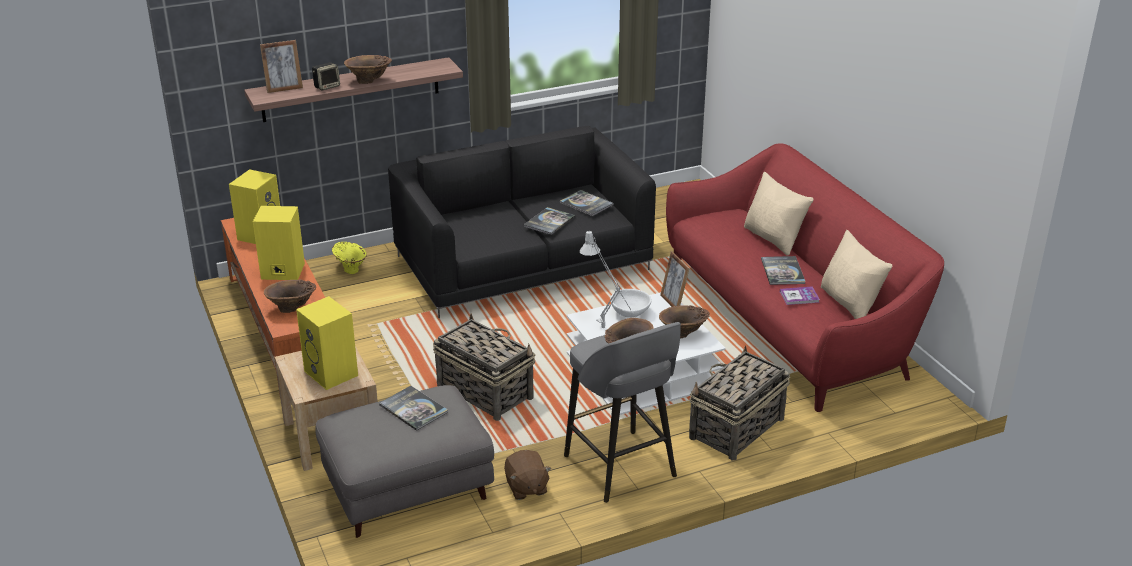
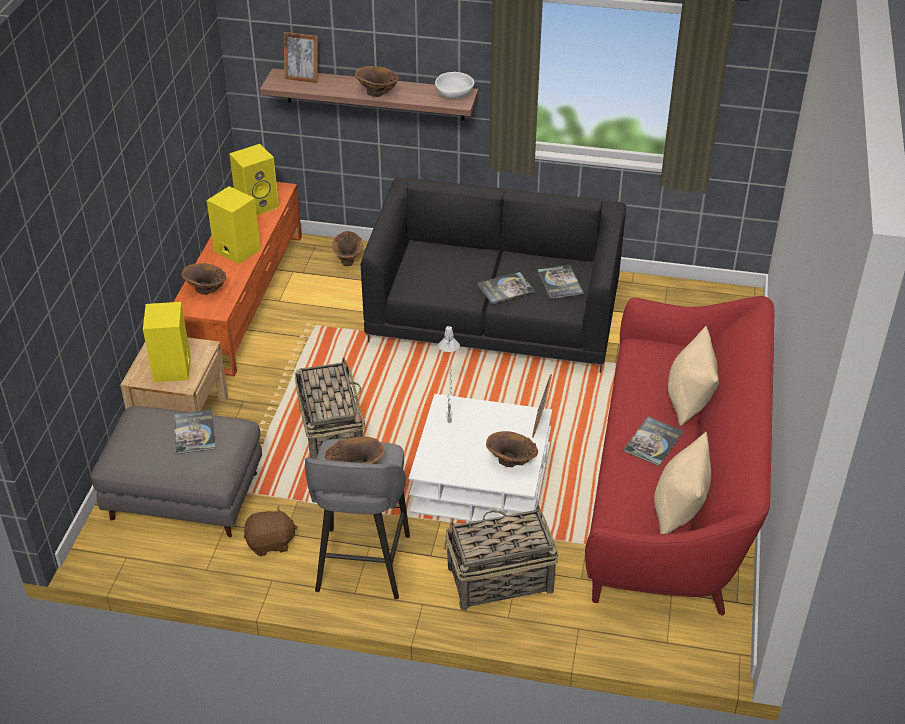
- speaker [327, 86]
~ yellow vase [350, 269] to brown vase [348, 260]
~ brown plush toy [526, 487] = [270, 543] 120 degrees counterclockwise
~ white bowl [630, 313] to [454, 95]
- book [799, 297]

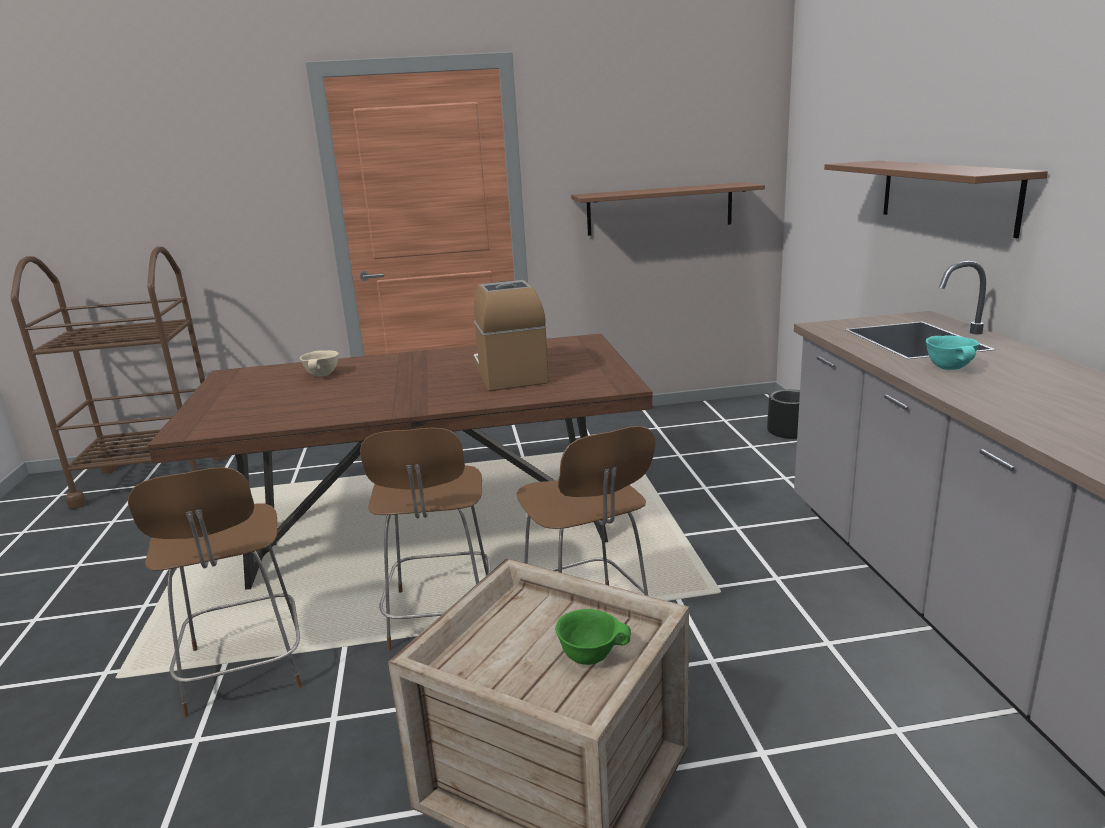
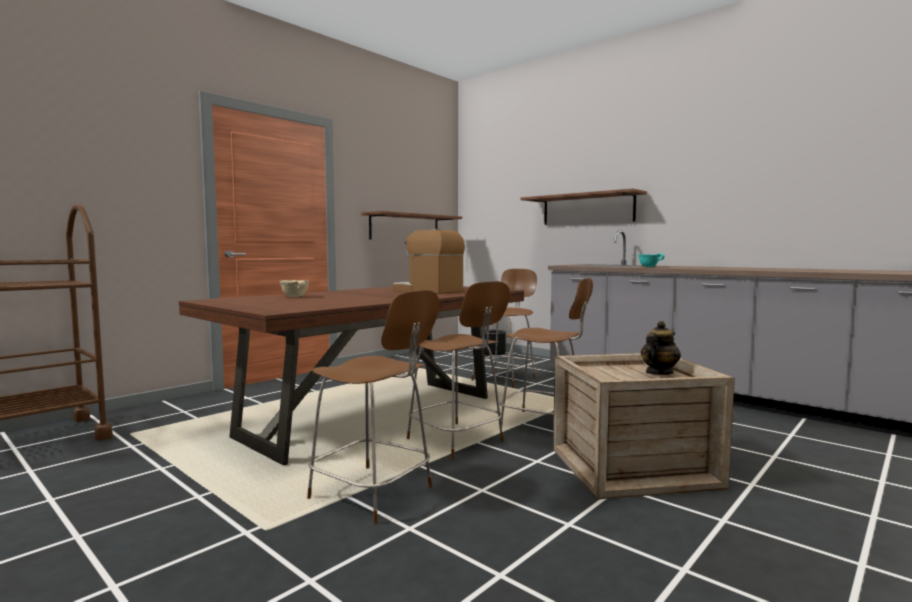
~ green bowl [590, 656] to teapot [658, 373]
+ brown stool [505, 379]

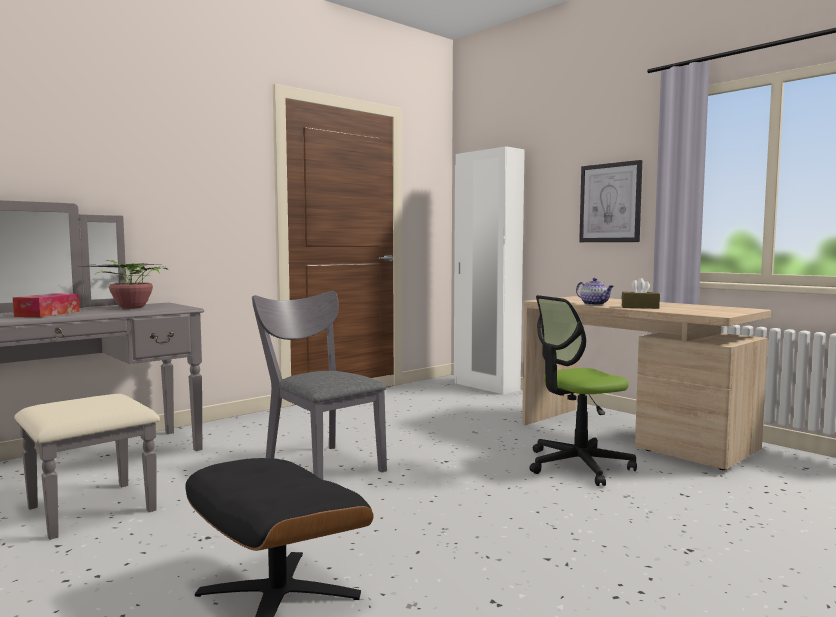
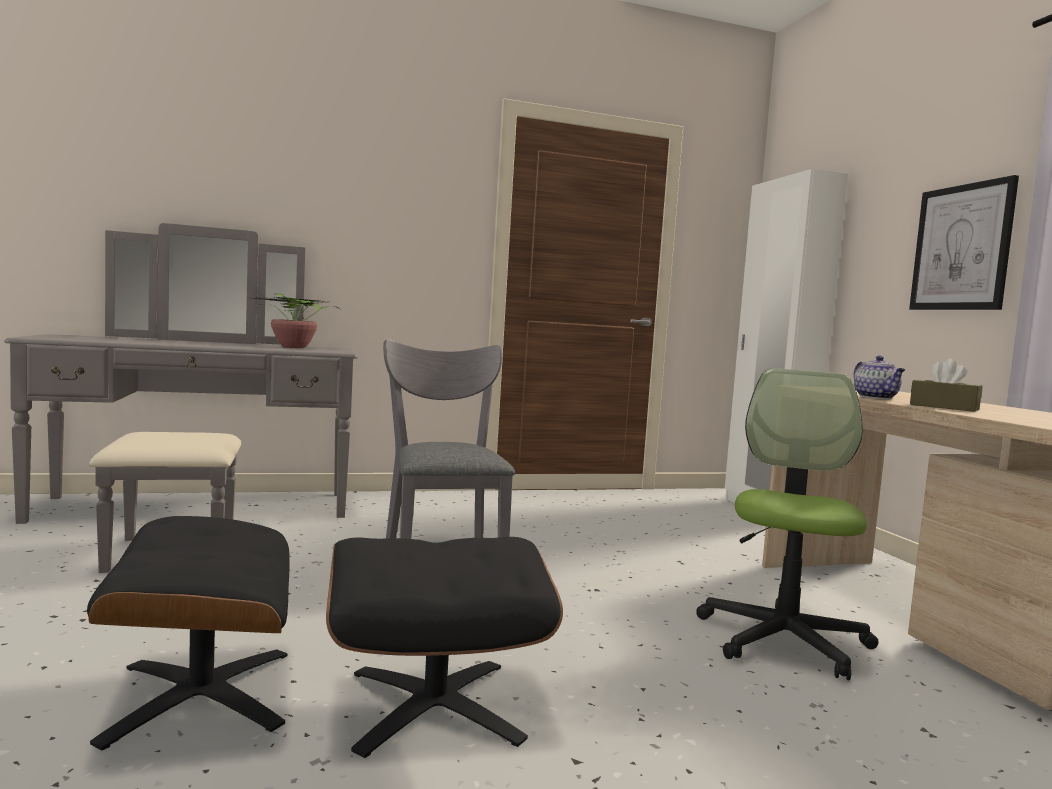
- tissue box [48, 314]
~ office chair [578, 465] = [784, 640] 105 degrees clockwise
+ black ottoman [435, 704]

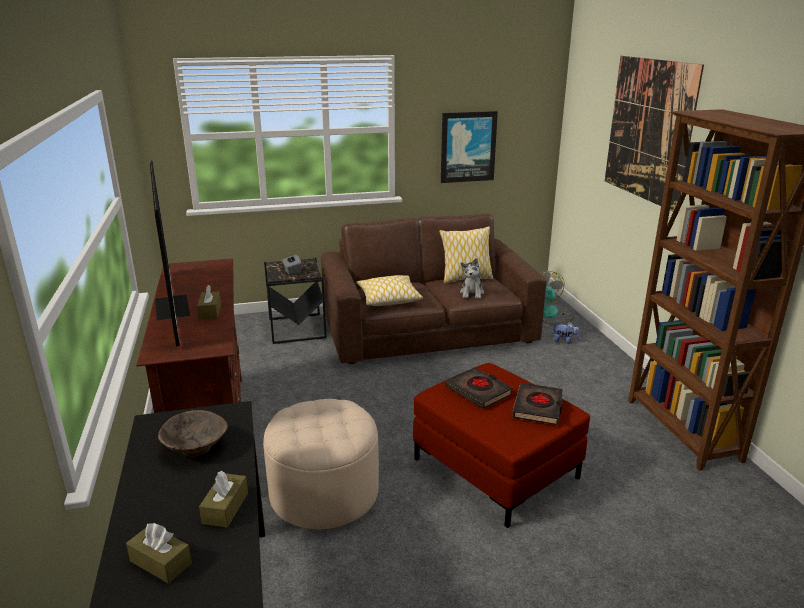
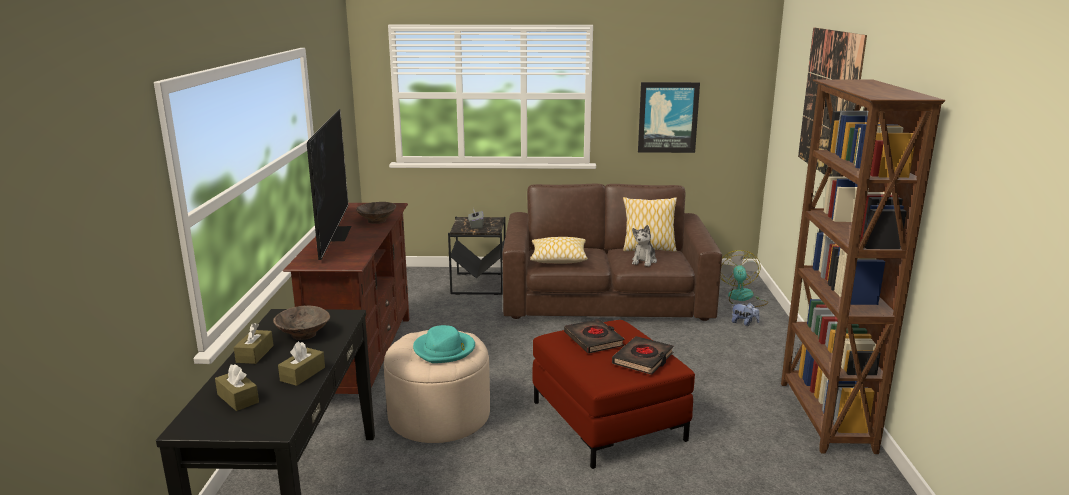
~ brown tissue box [210, 311] to [255, 354]
+ brown bowl [377, 221]
+ turquoise hat [444, 349]

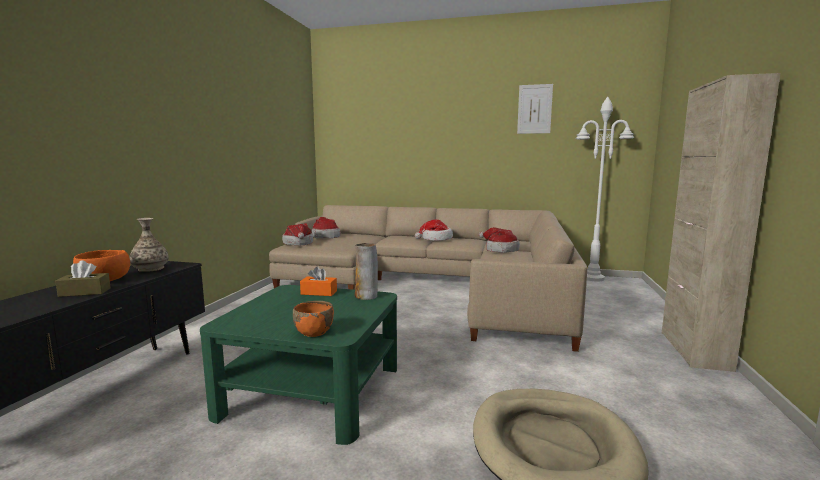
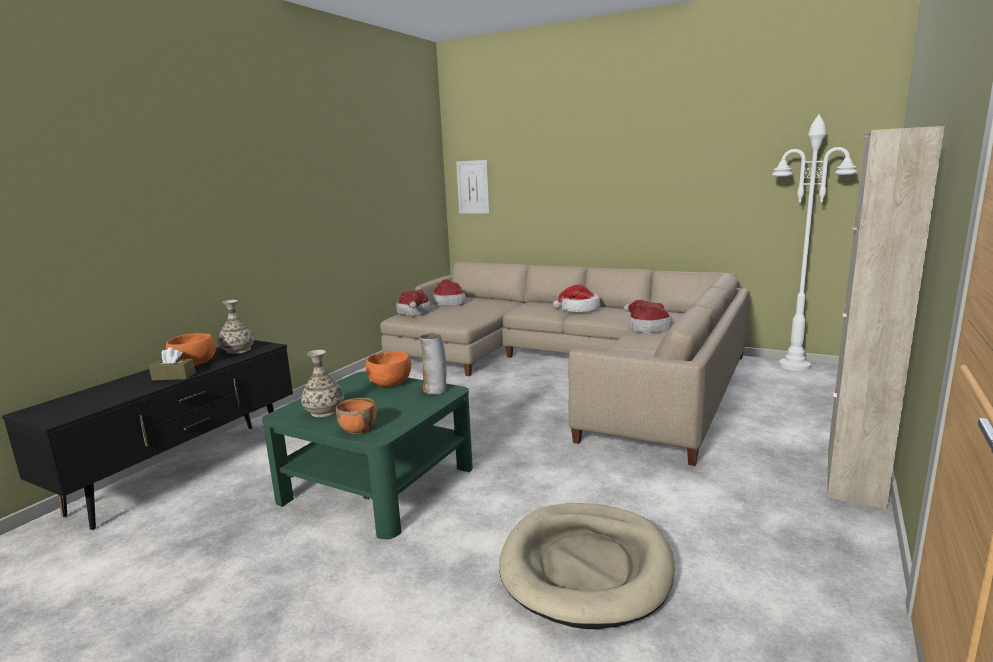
~ orange tissue box [319, 292] to orange bowl [390, 383]
~ picture [534, 109] to [473, 187]
+ vase [324, 411]

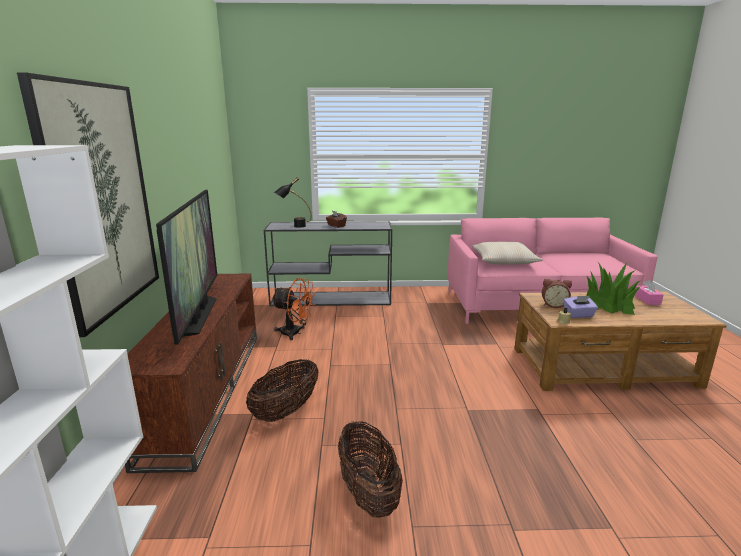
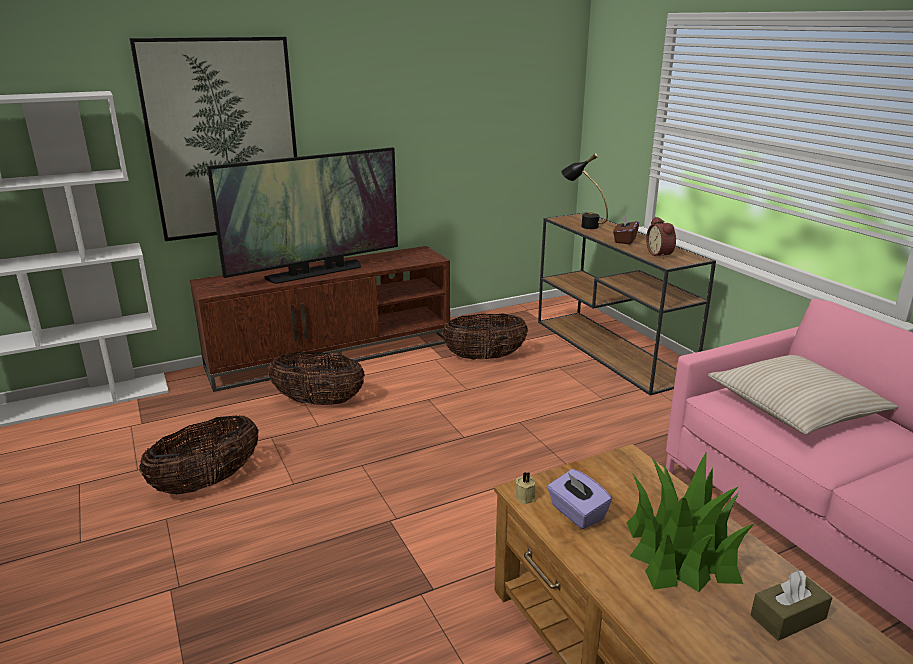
~ grey console table [332, 298] to brown console table [611, 350]
~ orange fan [295, 333] to basket [484, 357]
~ alarm clock [553, 305] to [661, 254]
~ pink tissue box [647, 300] to brown tissue box [788, 617]

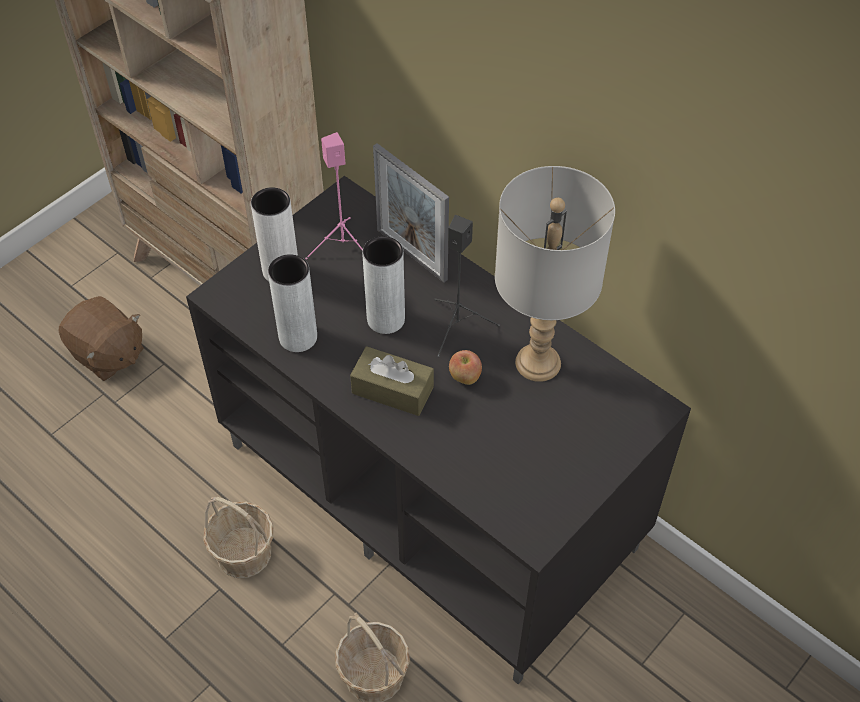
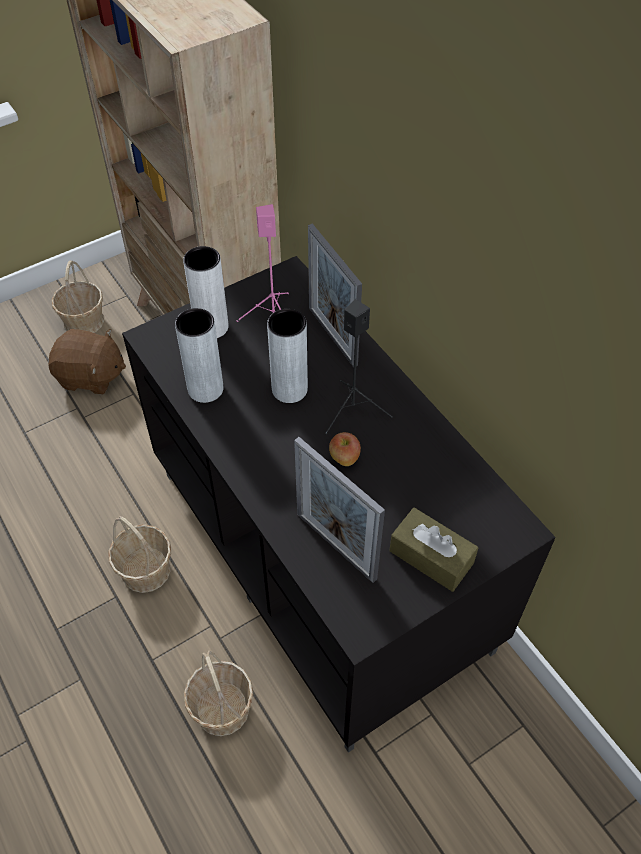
~ brown plush toy [107, 354] = [91, 376] 45 degrees counterclockwise
~ brown tissue box [392, 390] to [431, 557]
- grey table lamp [538, 363]
+ basket [83, 321]
+ picture frame [336, 546]

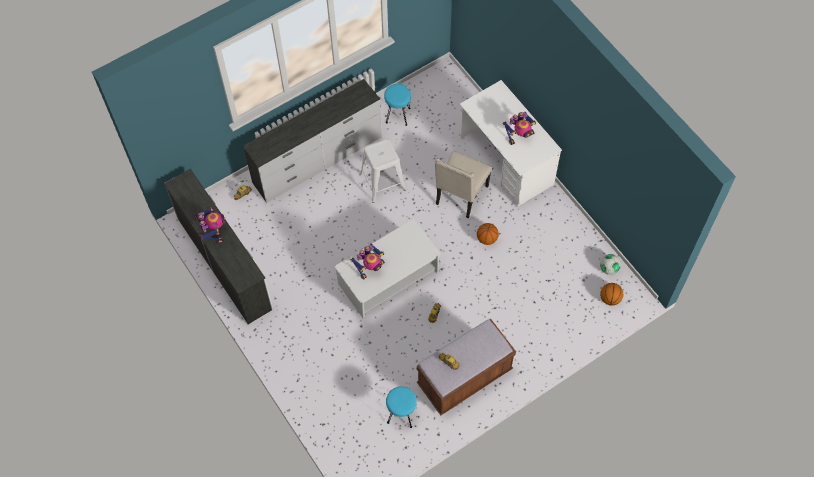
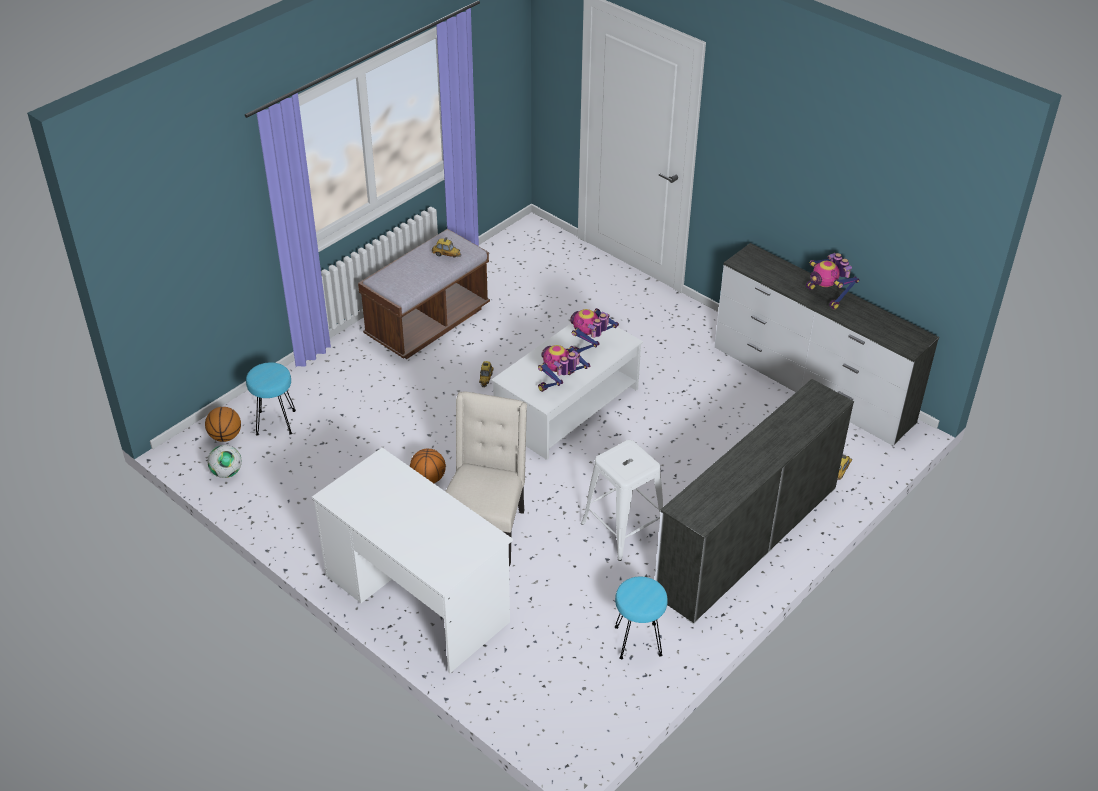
~ turquoise stool [401, 414] to [276, 422]
~ toy robot [519, 135] to [560, 384]

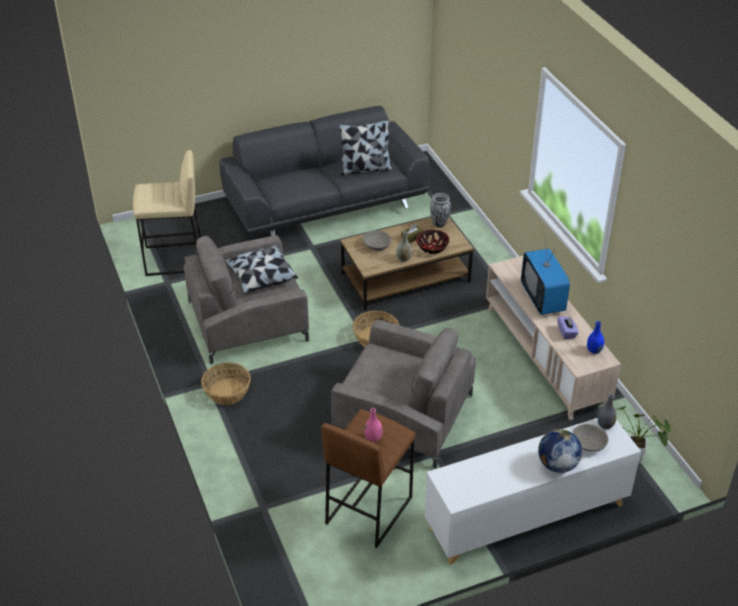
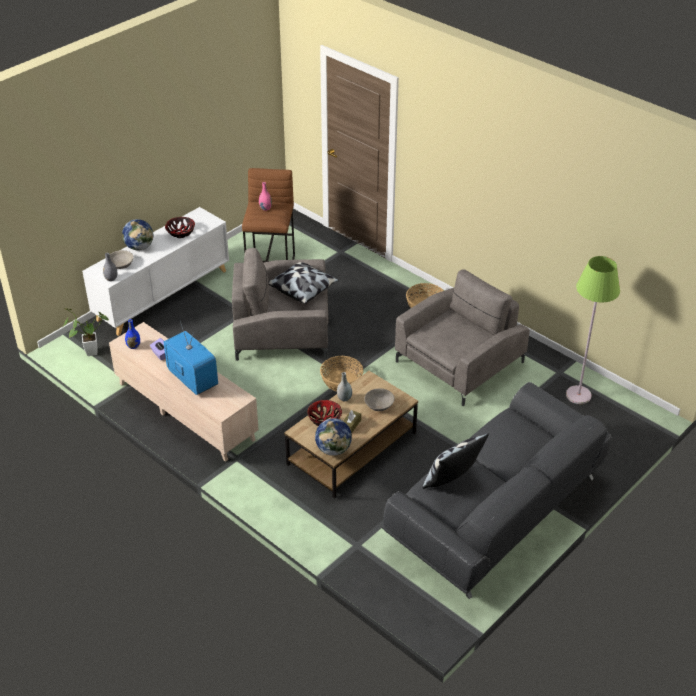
~ beige stool [174, 259] to green floor lamp [578, 395]
~ pillow [261, 277] to [303, 289]
~ vase [439, 224] to globe [333, 449]
+ bowl [181, 233]

